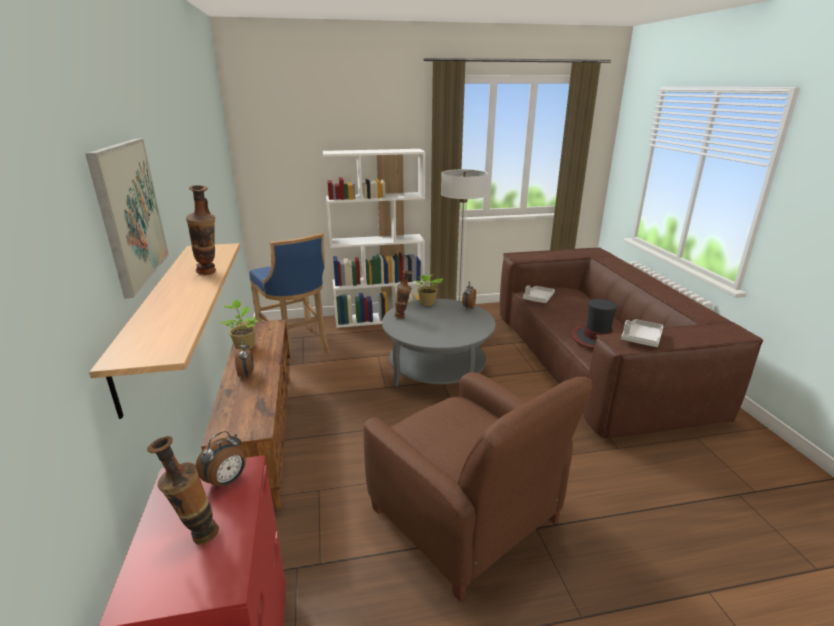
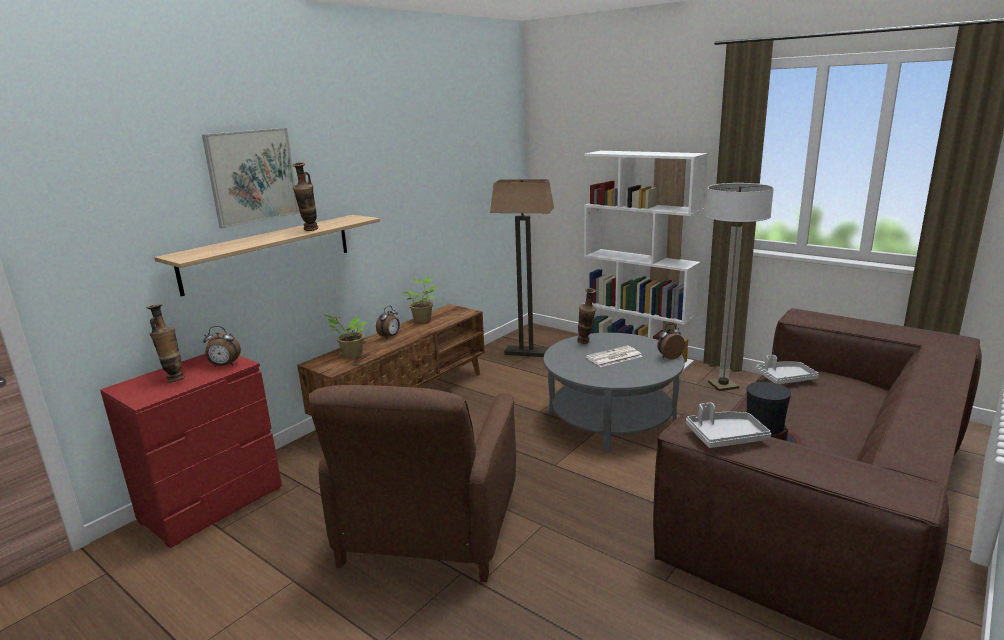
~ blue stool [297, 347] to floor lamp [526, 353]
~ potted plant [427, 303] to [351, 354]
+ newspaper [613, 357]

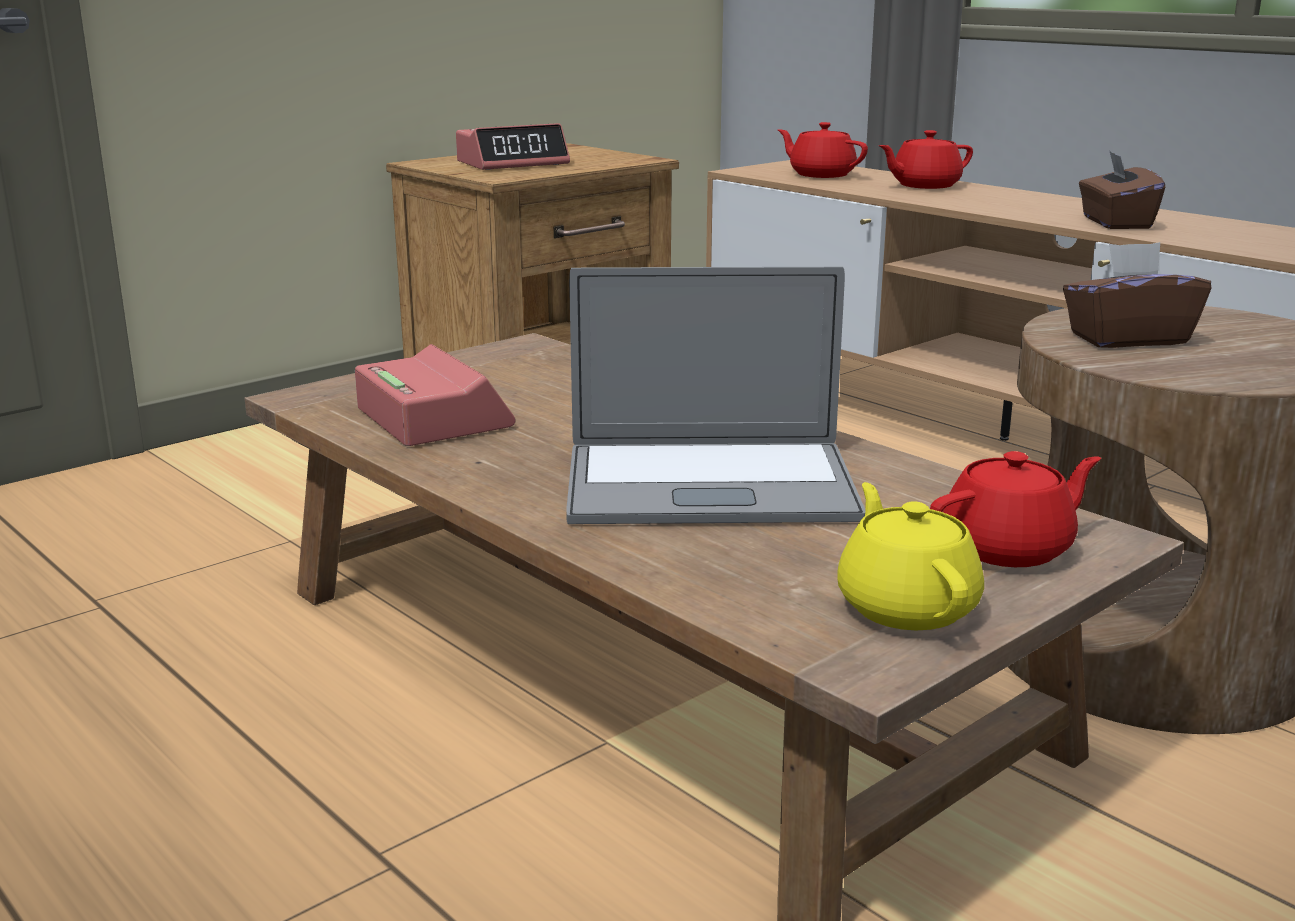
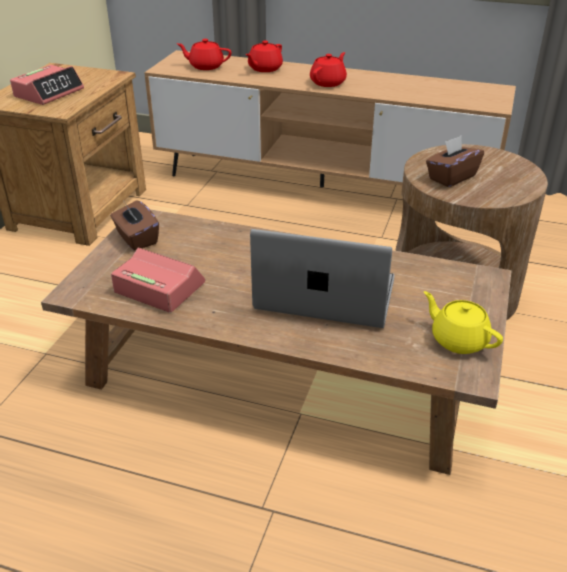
~ laptop [709, 485] = [325, 294] 135 degrees counterclockwise
~ red teapot [1009, 549] to [328, 82]
~ brown tissue box [1115, 223] to [136, 238]

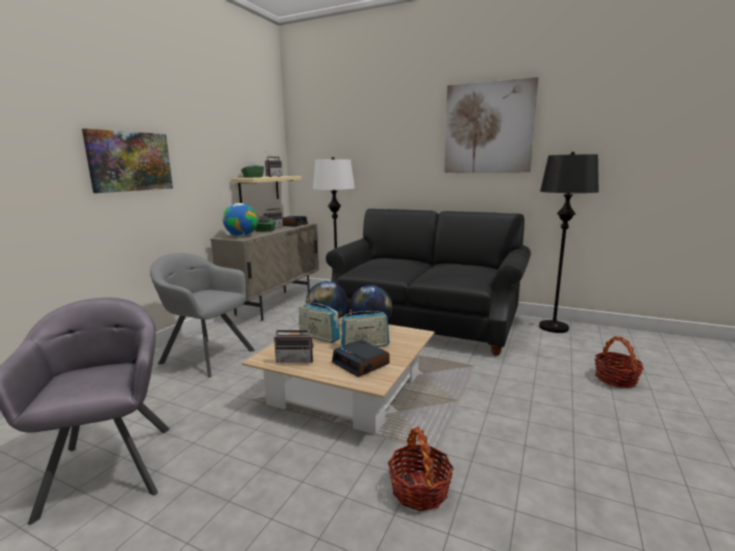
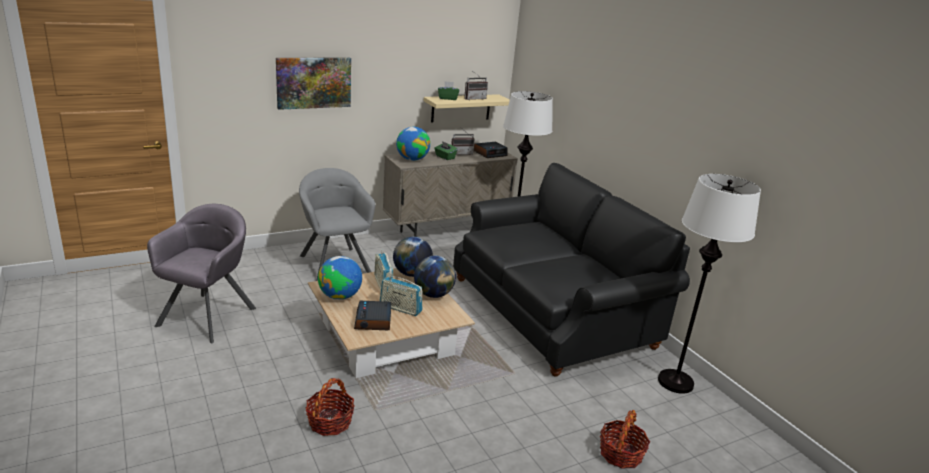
~ radio [296, 359] to globe [340, 296]
- picture [488, 128]
~ black floor lamp [554, 327] to white floor lamp [676, 382]

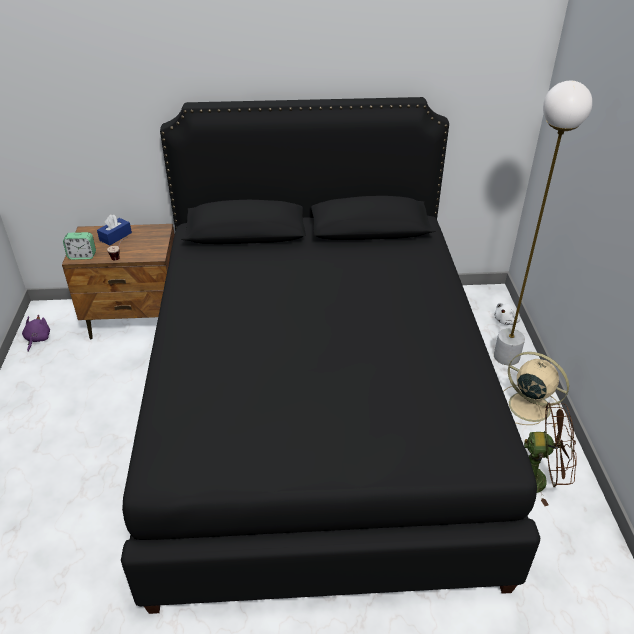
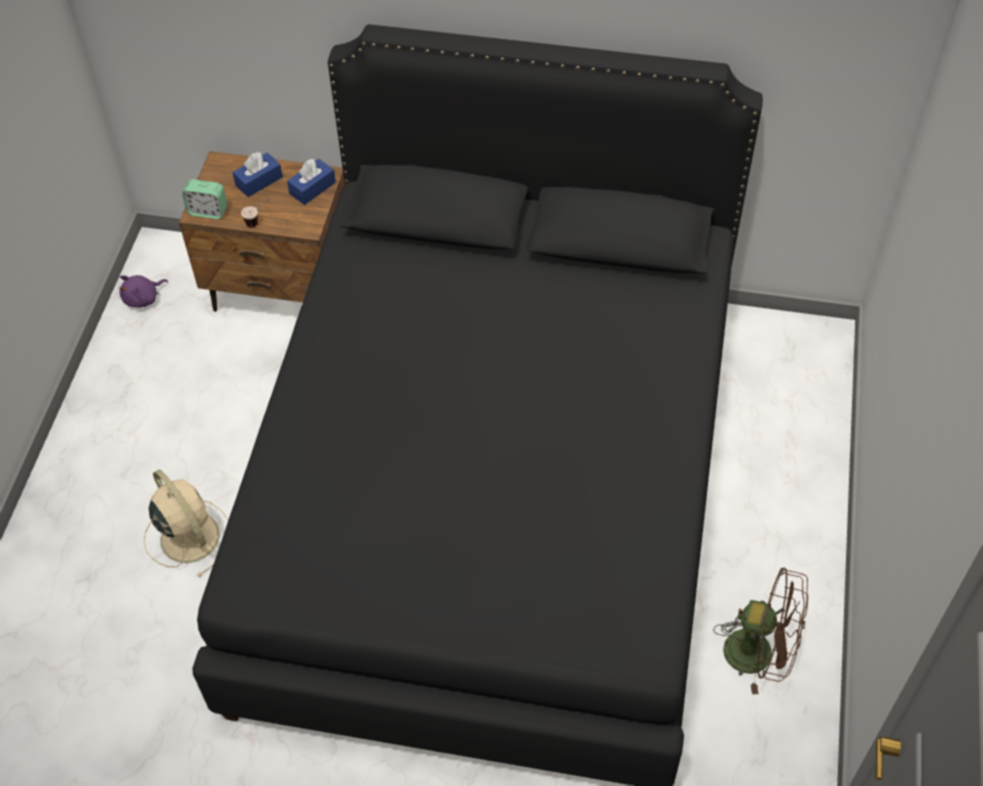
~ purple plush toy [37, 339] = [143, 298] 150 degrees counterclockwise
- white floor lamp [506, 357]
- white plush toy [507, 321]
~ beige fan [527, 406] to [188, 535]
+ blue tissue box [312, 188]

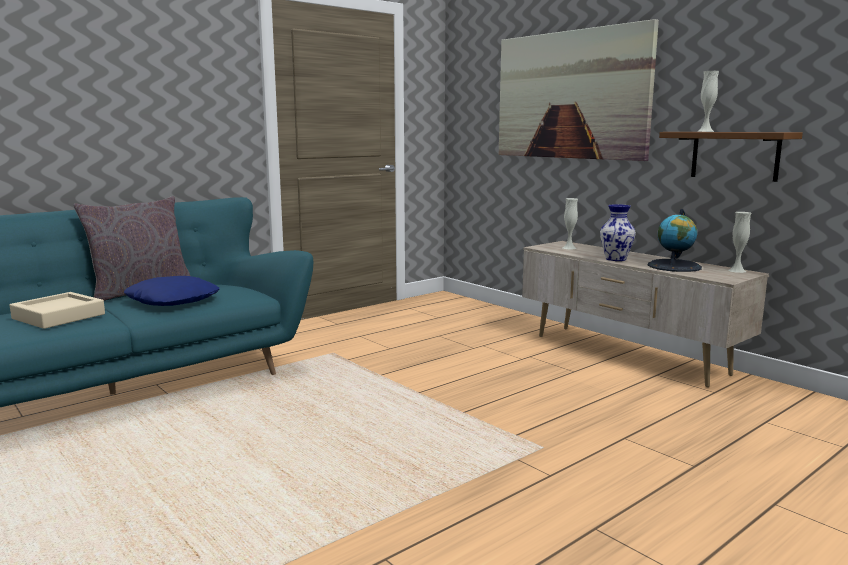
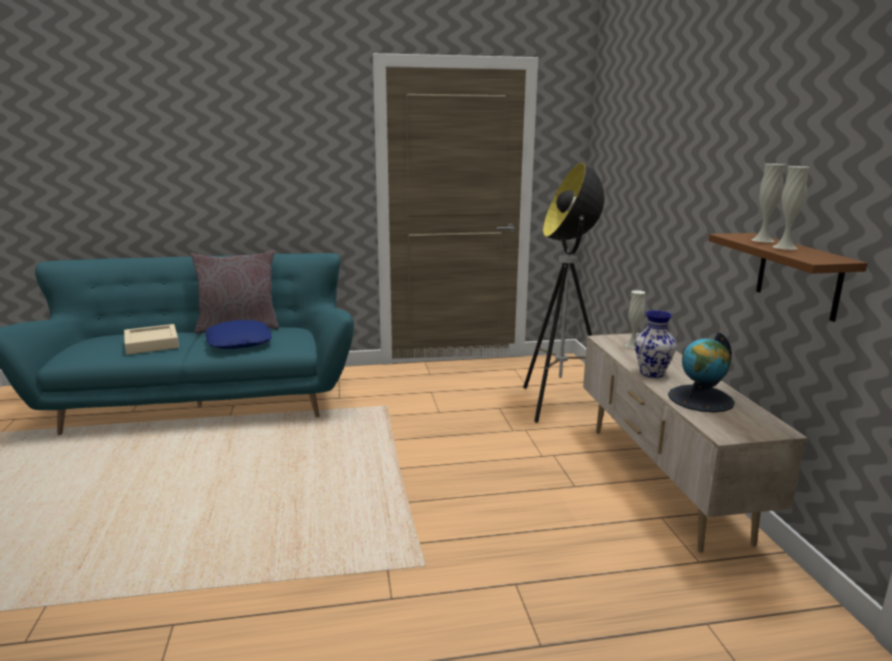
- picture [571, 95]
~ white vase [737, 270] to [785, 247]
+ floor lamp [559, 404]

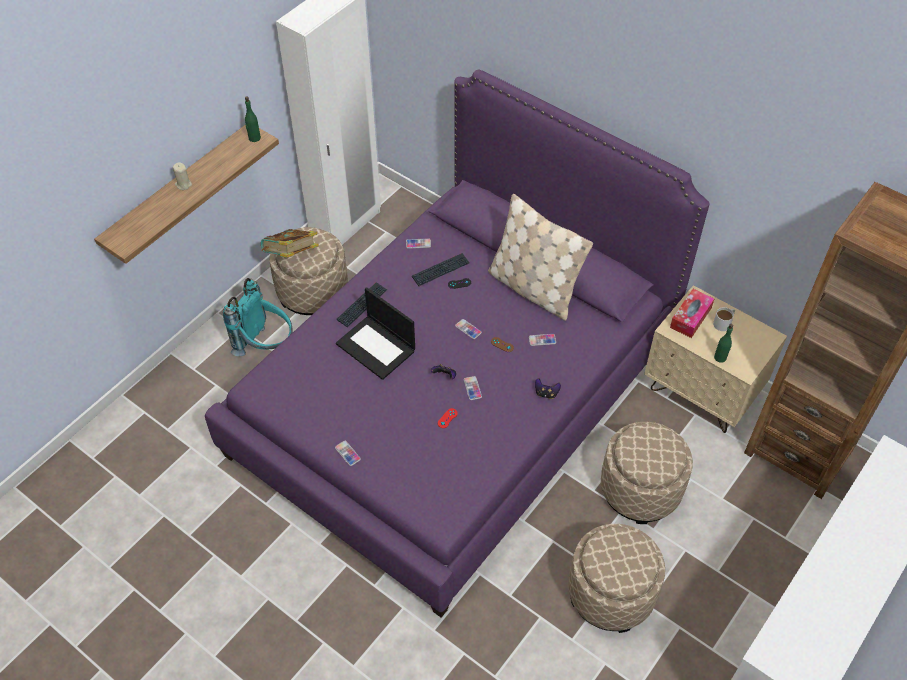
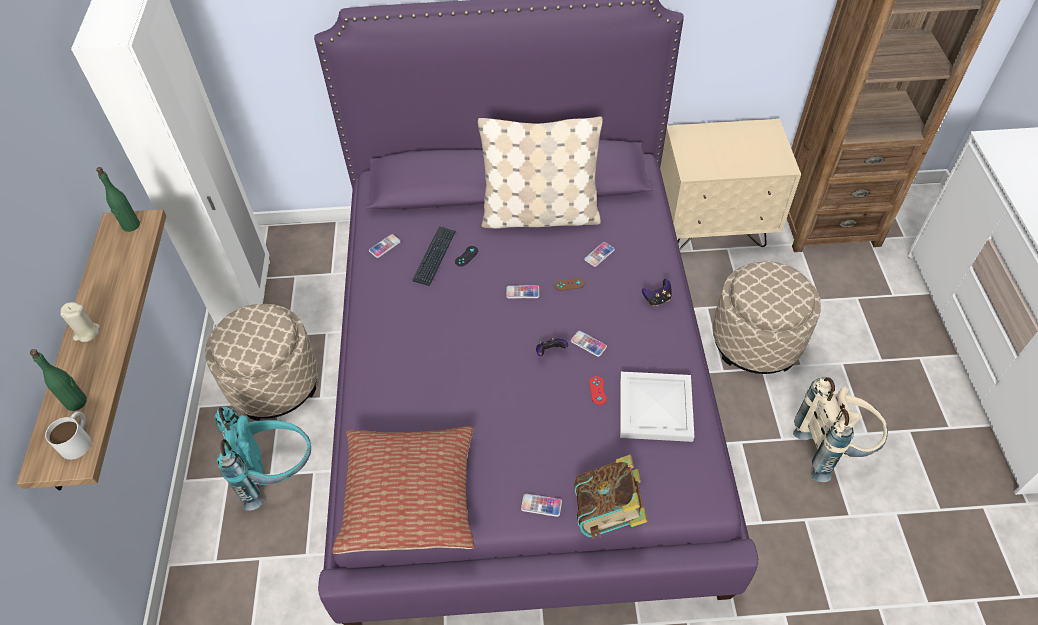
~ book [291, 256] to [608, 511]
- laptop [377, 347]
- keyboard [362, 305]
~ beige ottoman [610, 593] to beige backpack [832, 447]
- tissue box [690, 317]
~ white mug [724, 322] to [78, 440]
~ green bottle [720, 357] to [76, 402]
+ pillow [409, 497]
+ white tray [656, 409]

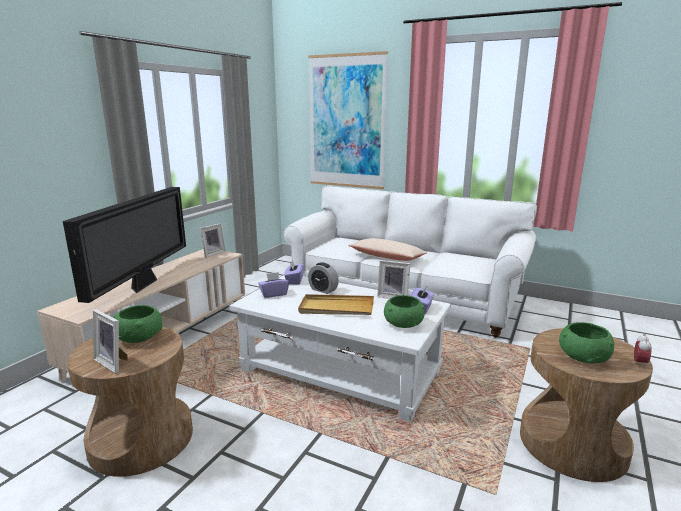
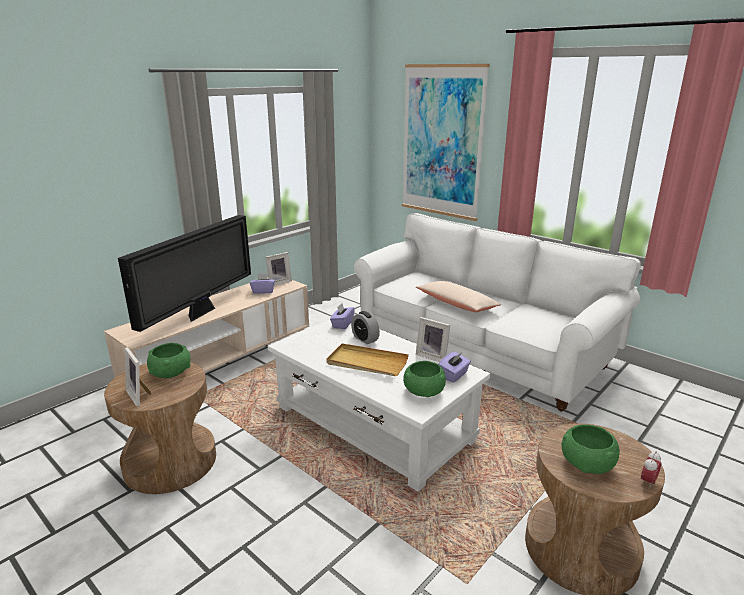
~ purple tissue box [274, 294] to [263, 291]

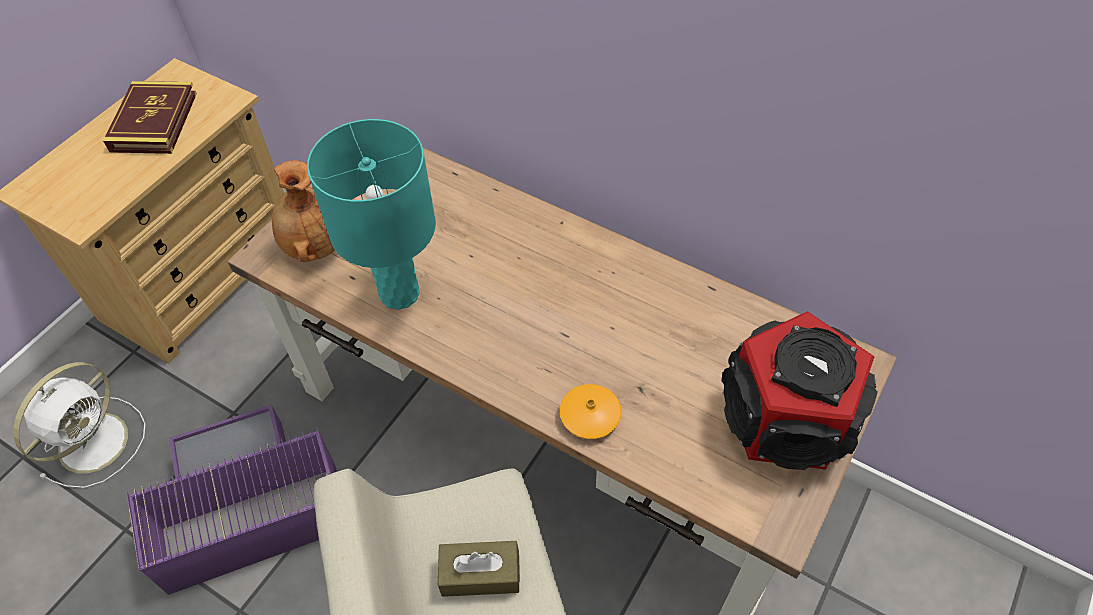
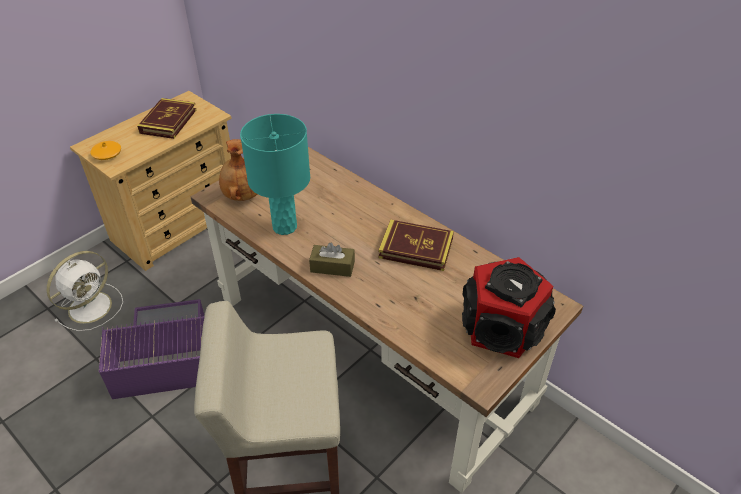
~ brown tissue box [480, 574] to [332, 267]
~ orange vase [590, 416] to [107, 154]
+ book [416, 248]

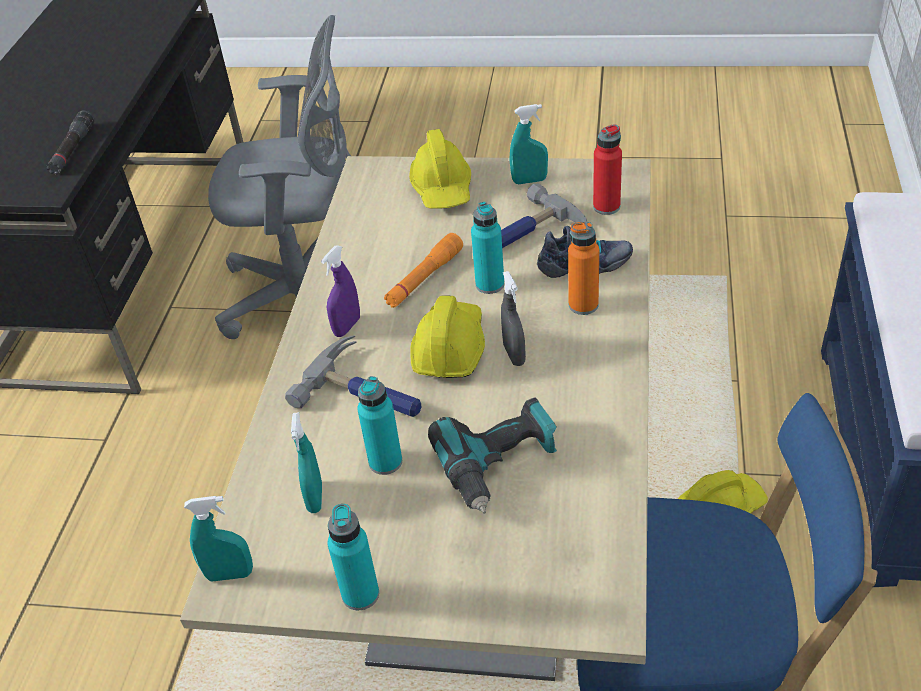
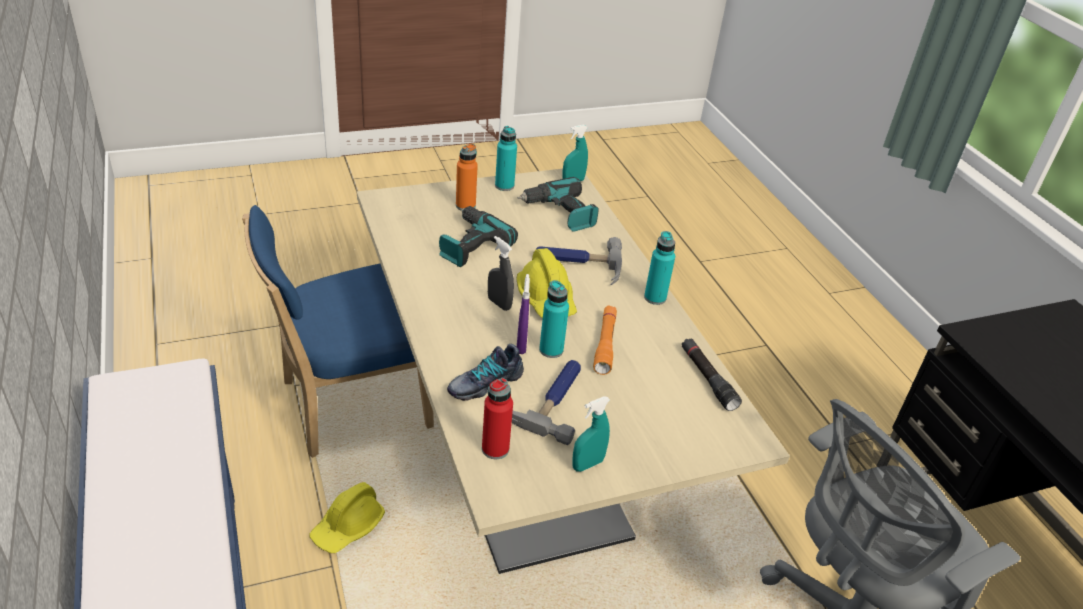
~ black flashlight [73, 150] to [707, 379]
~ turquoise spray bottle [315, 498] to power drill [560, 213]
~ purple spray bottle [347, 327] to [521, 345]
~ turquoise bottle [385, 462] to [655, 298]
- yellow hard hat [442, 188]
~ orange bottle [583, 305] to [465, 206]

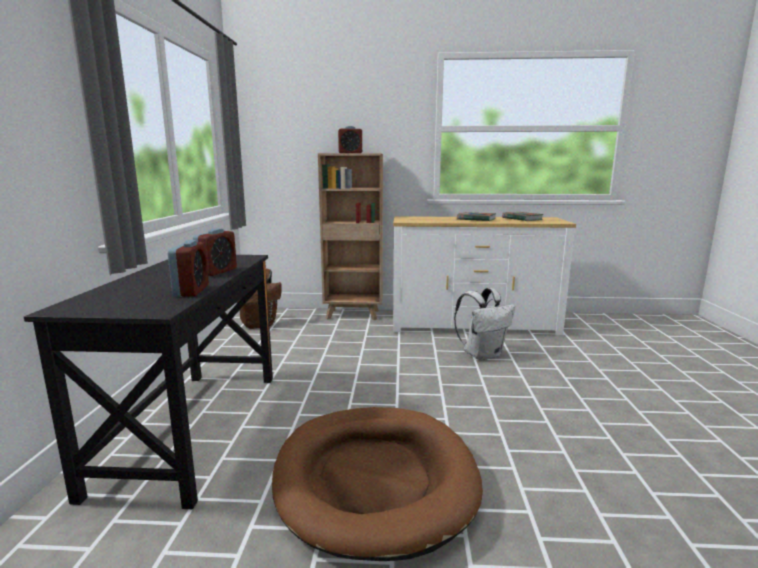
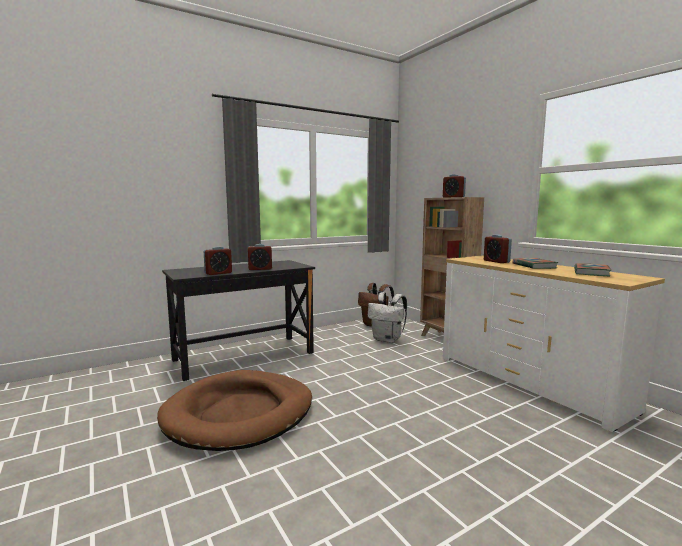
~ white backpack [482, 354] to [387, 339]
+ alarm clock [496, 261]

